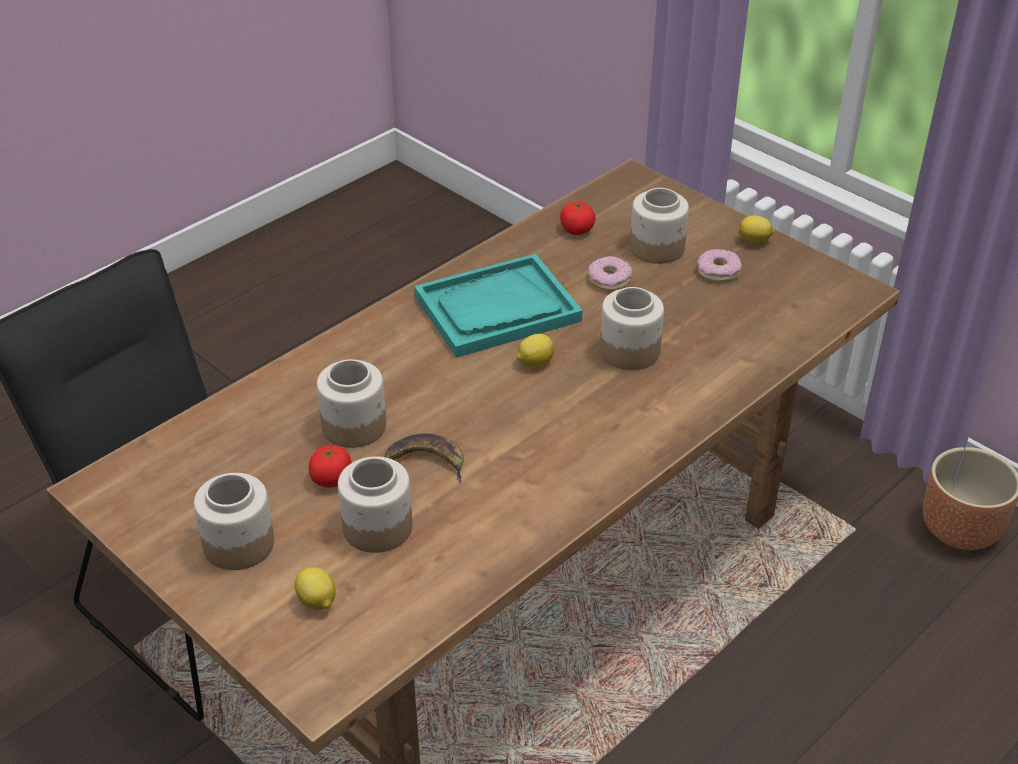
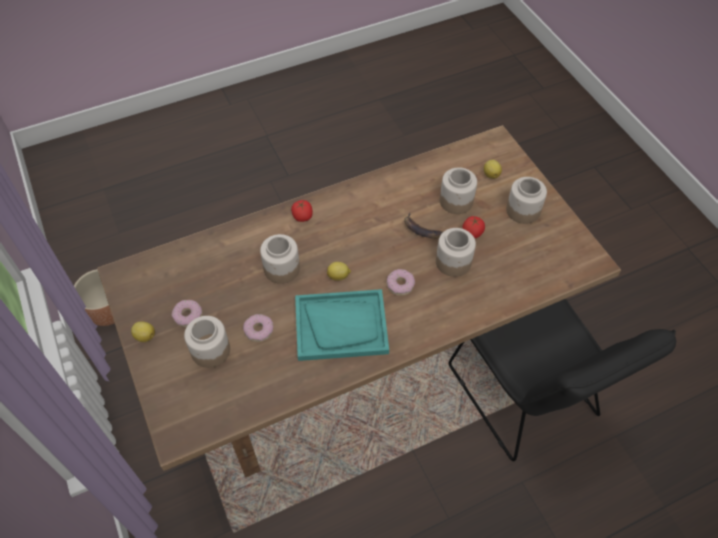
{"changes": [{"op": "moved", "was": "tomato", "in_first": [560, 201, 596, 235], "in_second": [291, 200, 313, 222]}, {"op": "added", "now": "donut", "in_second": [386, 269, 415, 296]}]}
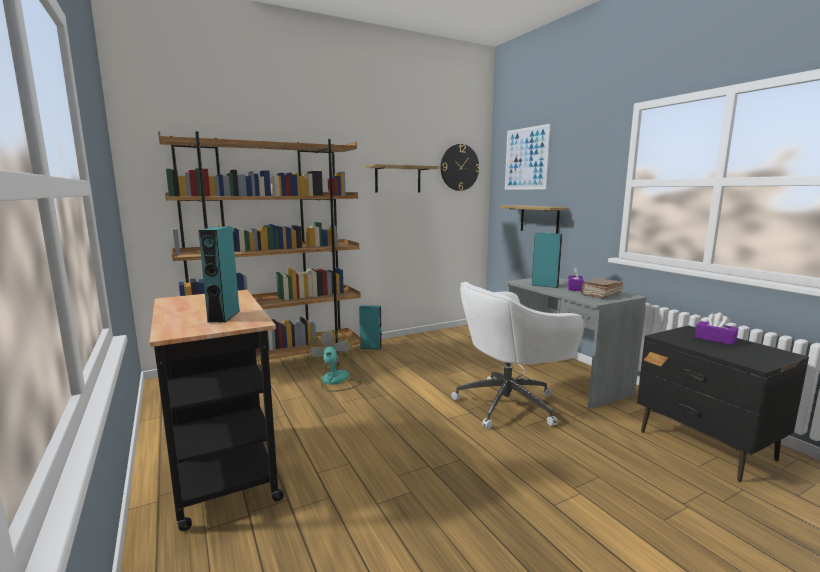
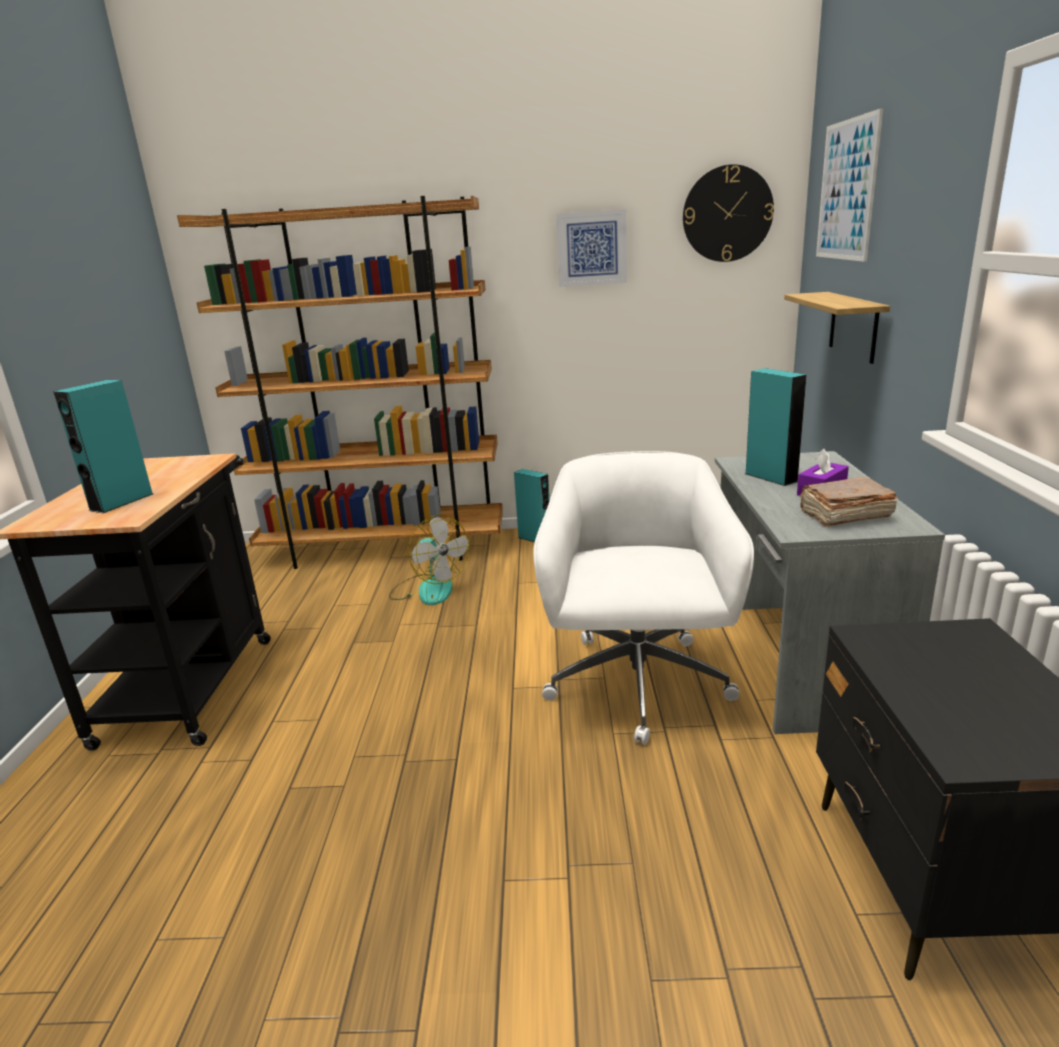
{"changes": [{"op": "turned", "was": "fan", "in_first": [308, 330, 362, 392], "in_second": [389, 515, 470, 605], "clockwise": 120}, {"op": "replaced", "was": "shelf", "now": "picture", "in_first": [366, 164, 439, 193], "in_second": [556, 209, 627, 287]}, {"op": "turned", "was": "office chair in white", "in_first": [451, 282, 585, 429], "in_second": [533, 451, 754, 745], "clockwise": 90}, {"op": "removed", "was": "tissue box in purple", "in_first": [695, 312, 738, 345]}]}
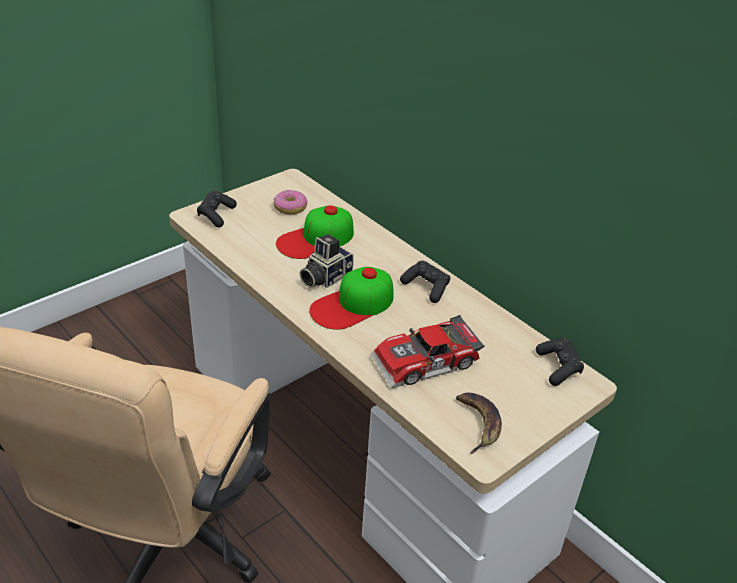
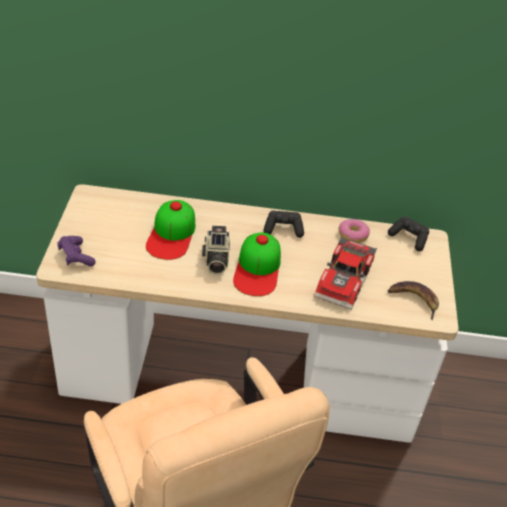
{"changes": [{"op": "recoloured", "was": "game controller in black", "now": "game controller in purple", "in_first": [197, 191, 237, 227], "in_second": [57, 236, 96, 266]}, {"op": "moved", "was": "donut", "in_first": [274, 190, 307, 215], "in_second": [339, 219, 370, 243]}]}
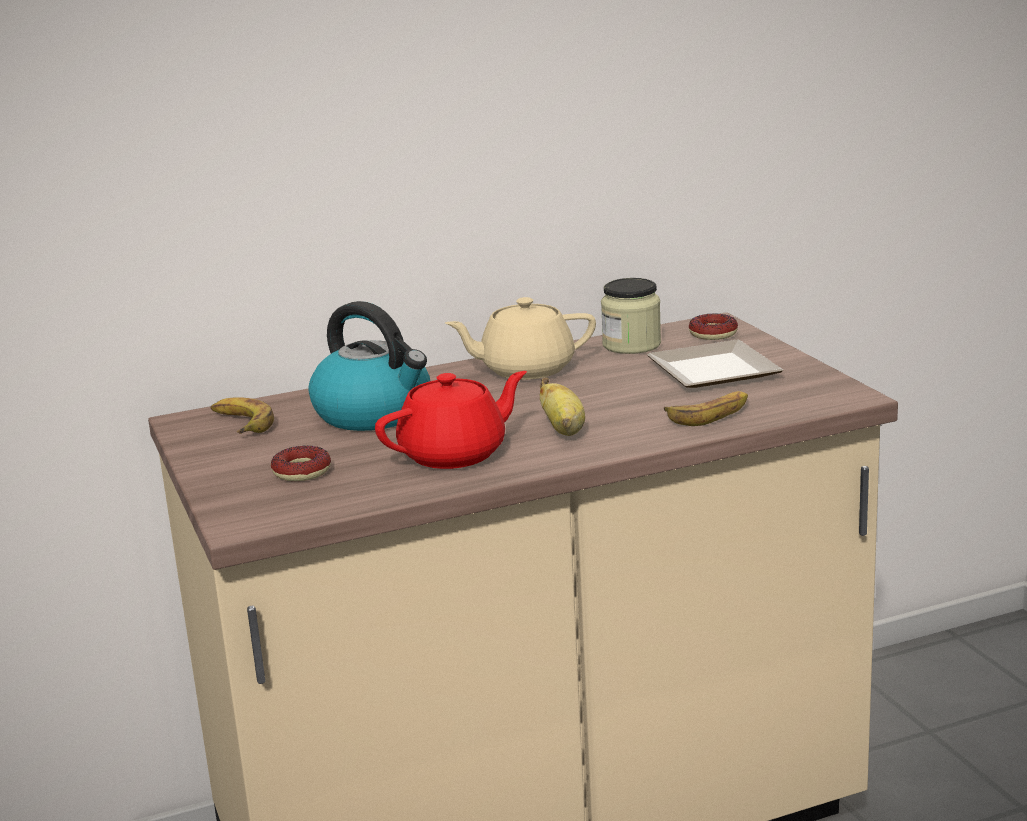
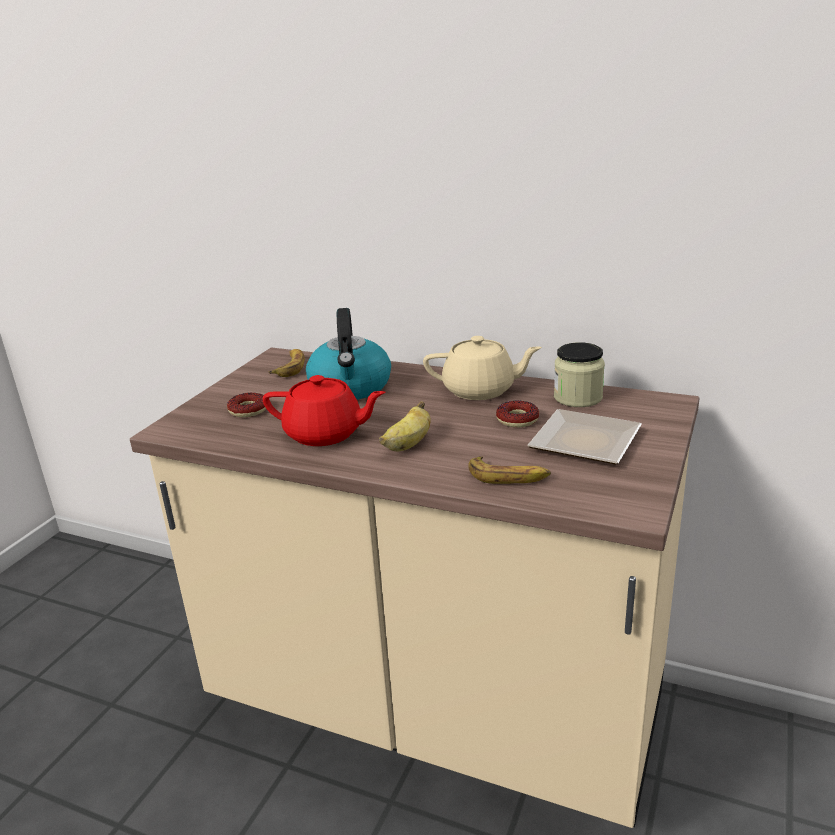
{"changes": [{"op": "turned", "was": "teapot in beige", "in_first": [445, 297, 596, 380], "in_second": [423, 336, 542, 400], "clockwise": 150}, {"op": "moved", "was": "donut", "in_first": [689, 314, 738, 340], "in_second": [496, 400, 539, 427]}]}
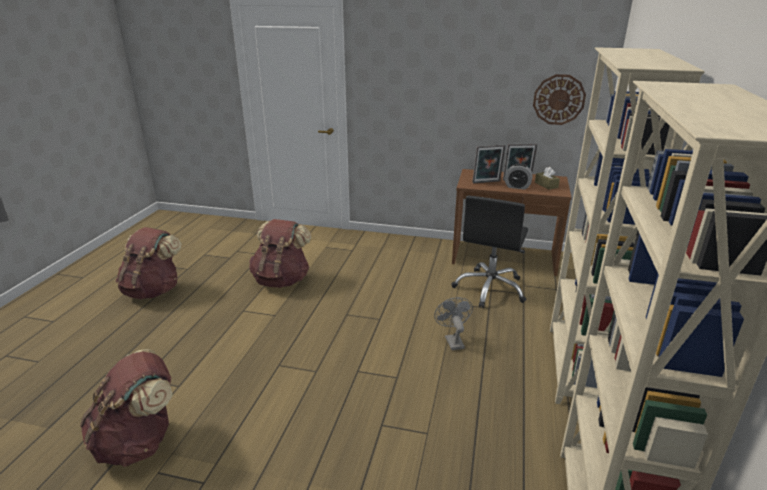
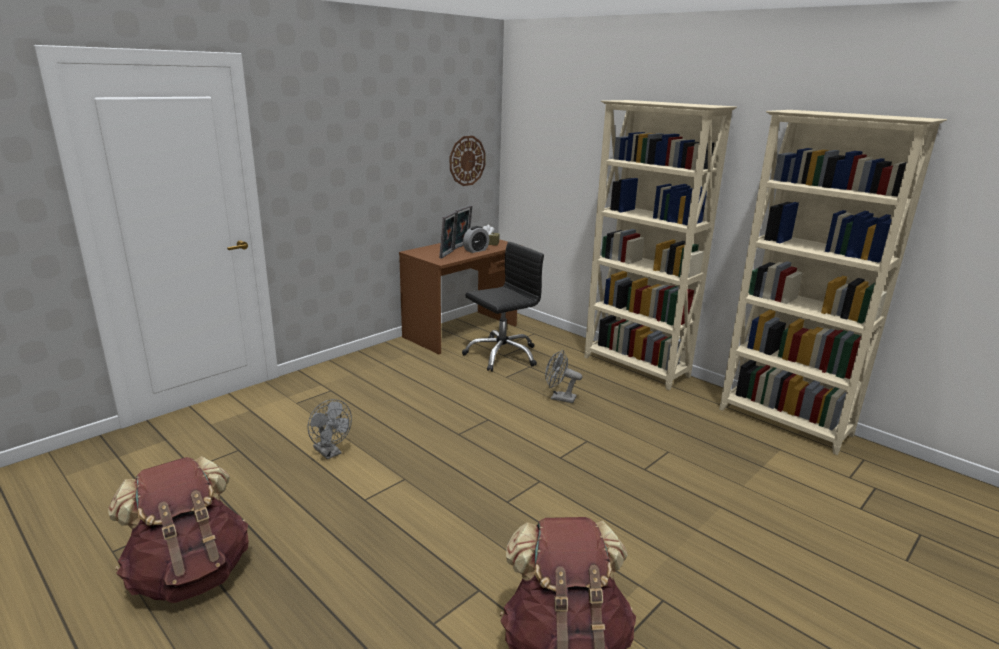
{"changes": [{"op": "replaced", "was": "backpack in brown", "now": "fan in grey", "in_first": [249, 219, 311, 288], "in_second": [307, 399, 352, 459]}, {"op": "turned", "was": "office chair in black", "in_first": [452, 196, 528, 308], "in_second": [462, 242, 544, 371], "clockwise": -90}]}
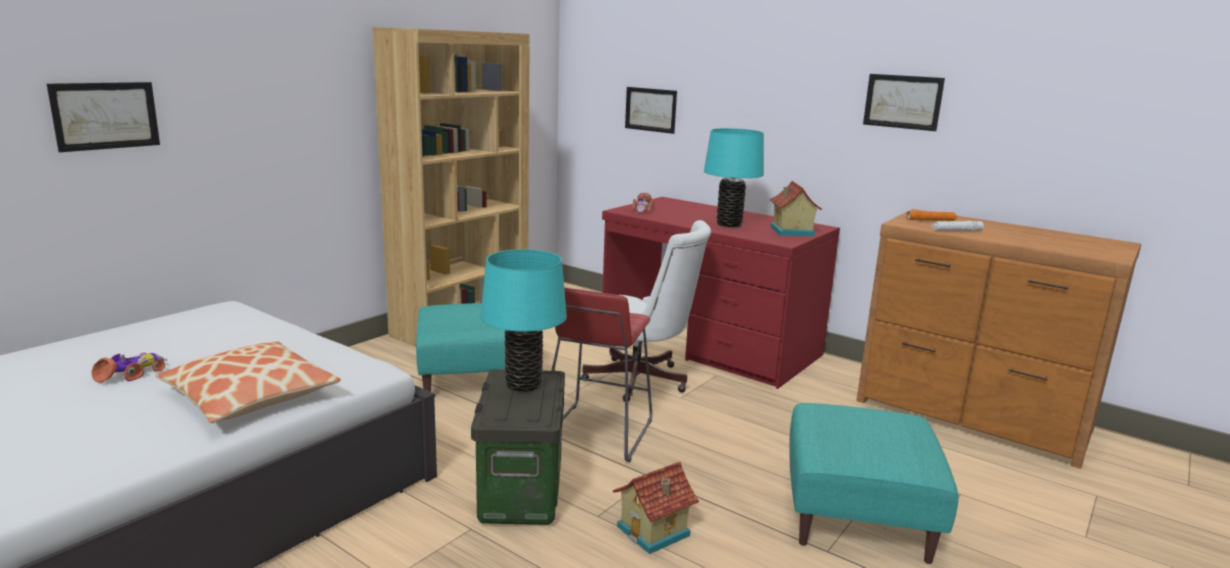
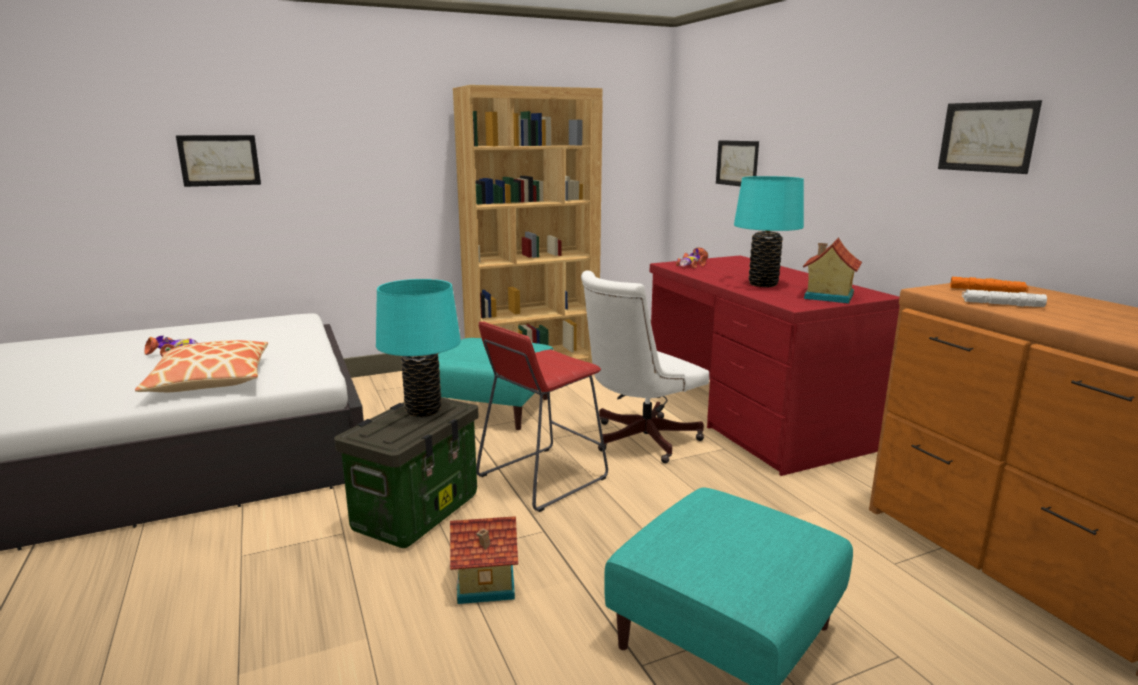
{"changes": [{"op": "turned", "was": "office chair in white", "in_first": [581, 220, 711, 401], "in_second": [581, 271, 709, 463], "clockwise": 90}]}
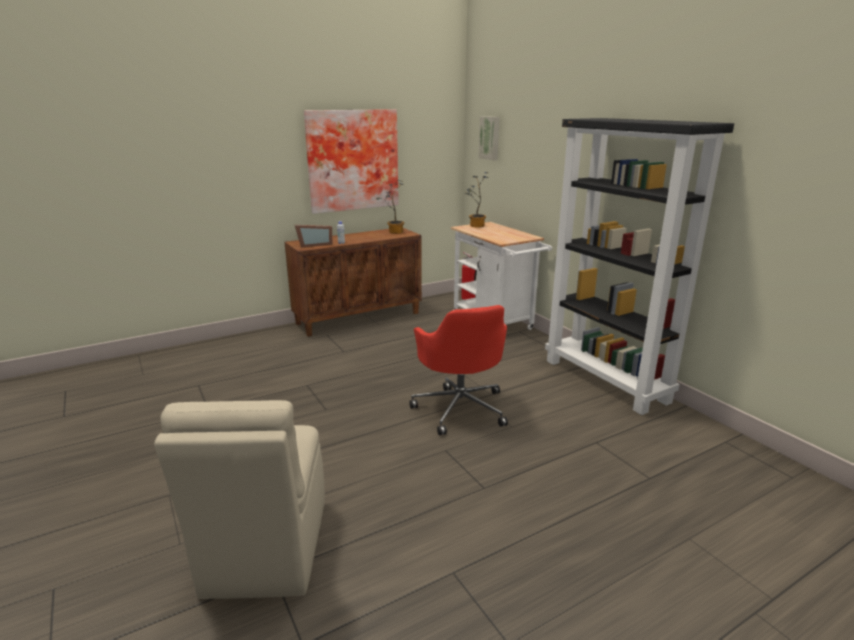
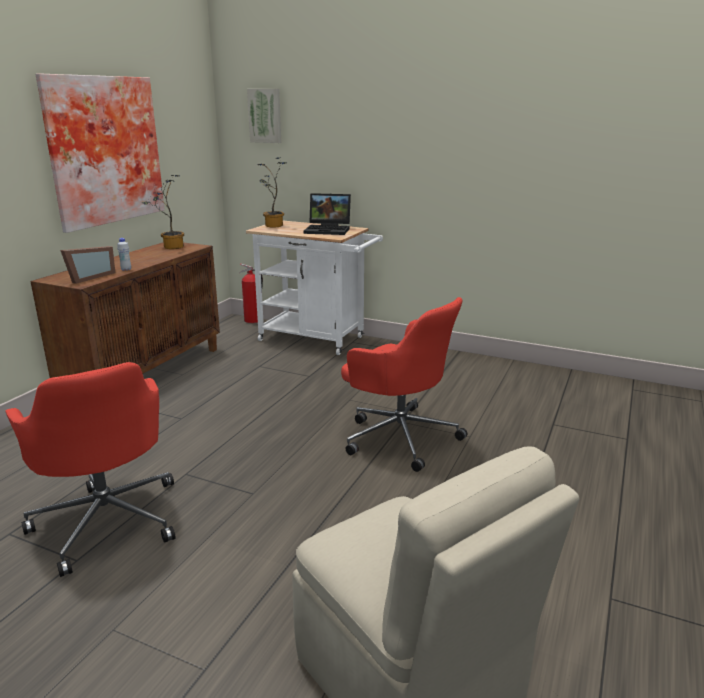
{"changes": [{"op": "removed", "was": "bookcase in black", "in_first": [545, 118, 734, 415]}, {"op": "added", "now": "office chair in red", "in_second": [5, 362, 176, 577]}, {"op": "added", "now": "laptop", "in_second": [304, 193, 351, 235]}]}
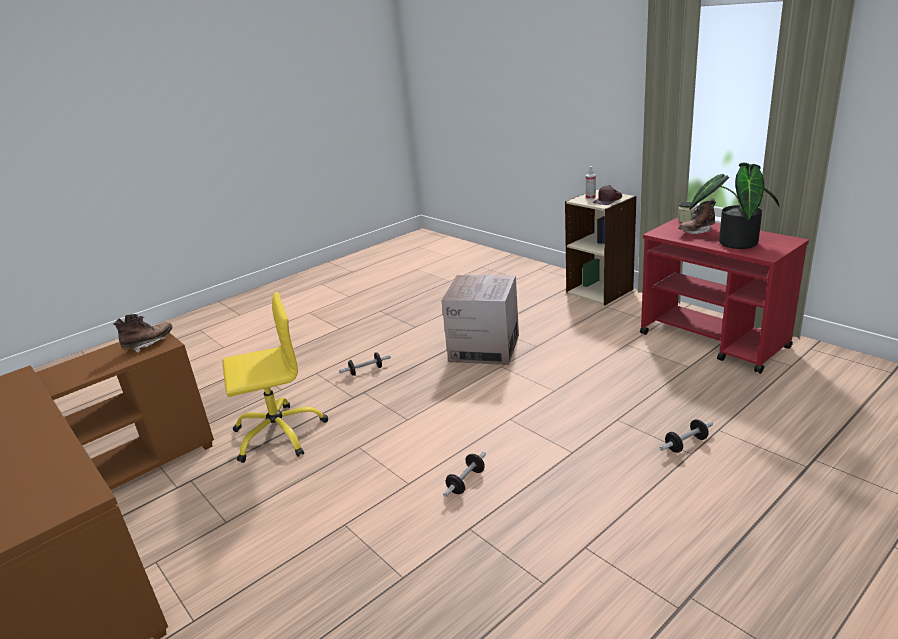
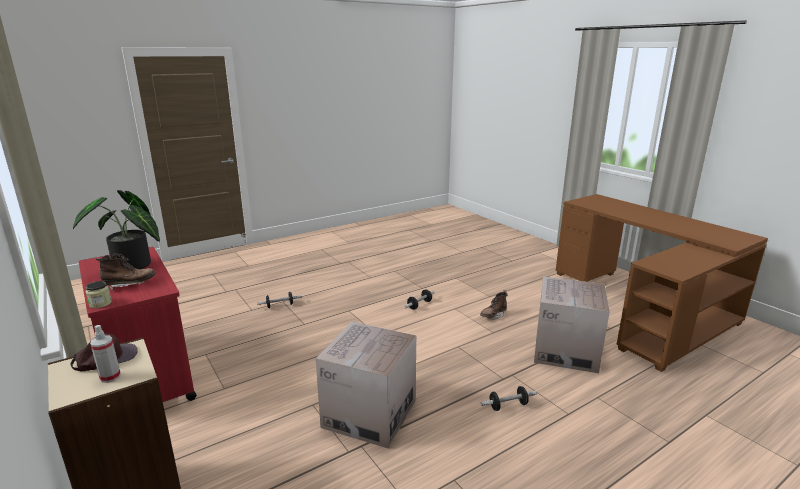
{"changes": [{"op": "moved", "was": "boot in brown", "in_first": [113, 314, 172, 353], "in_second": [480, 290, 508, 320]}, {"op": "replaced", "was": "office chair in yellow", "now": "cardboard box", "in_first": [223, 292, 328, 463], "in_second": [534, 277, 610, 373]}]}
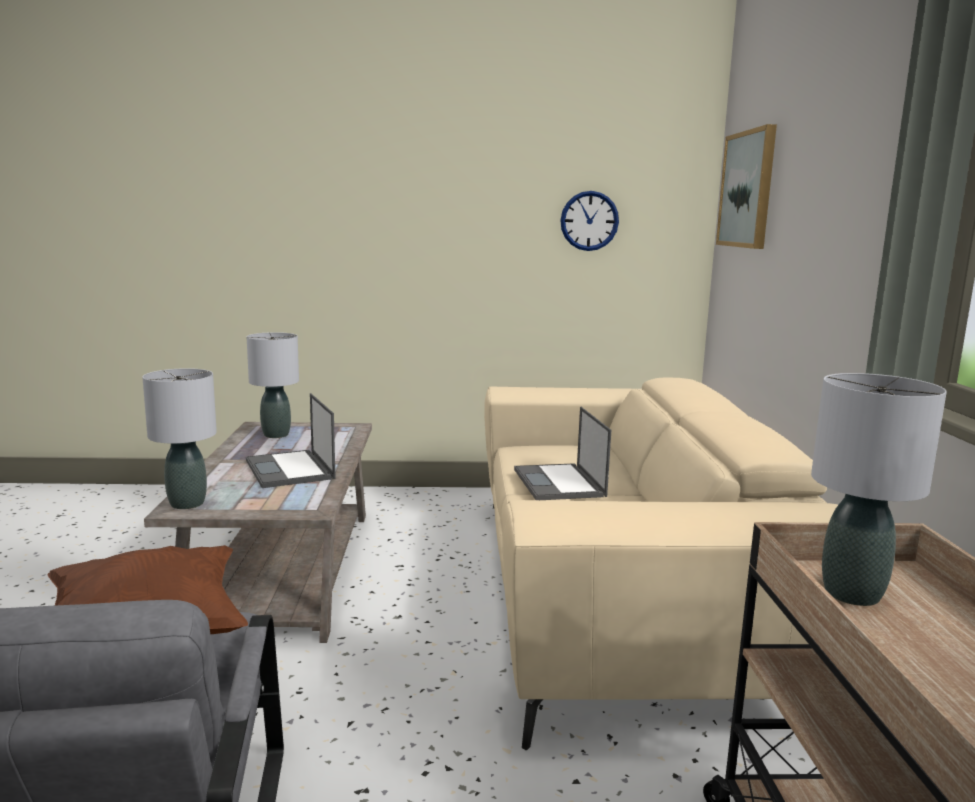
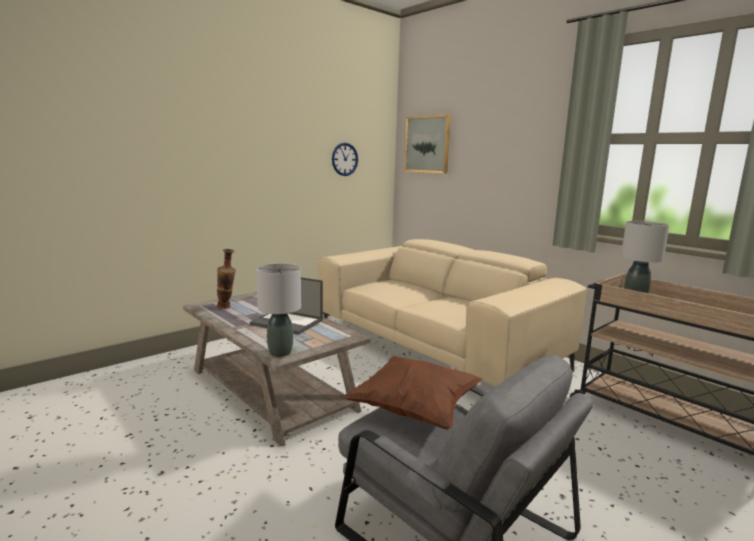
{"changes": [{"op": "replaced", "was": "table lamp in grey", "now": "vase", "in_first": [246, 332, 299, 438], "in_second": [217, 249, 236, 309]}, {"op": "removed", "was": "laptop", "in_first": [514, 407, 611, 500]}]}
